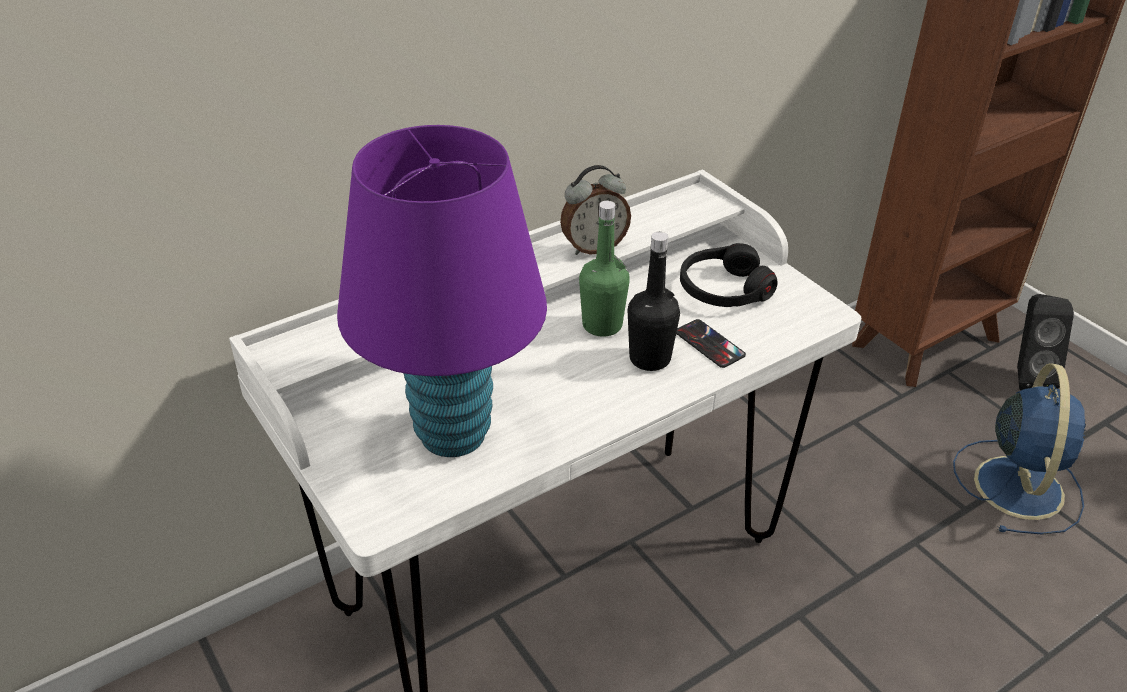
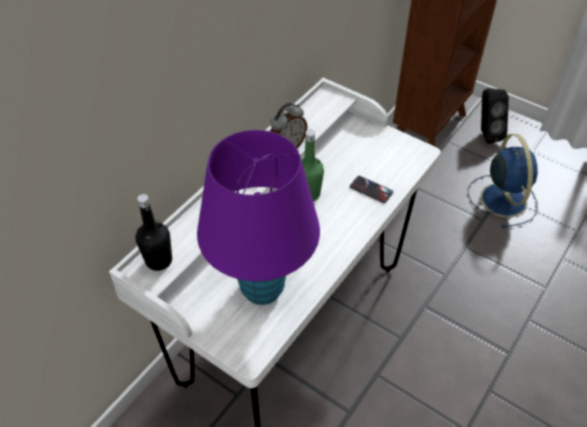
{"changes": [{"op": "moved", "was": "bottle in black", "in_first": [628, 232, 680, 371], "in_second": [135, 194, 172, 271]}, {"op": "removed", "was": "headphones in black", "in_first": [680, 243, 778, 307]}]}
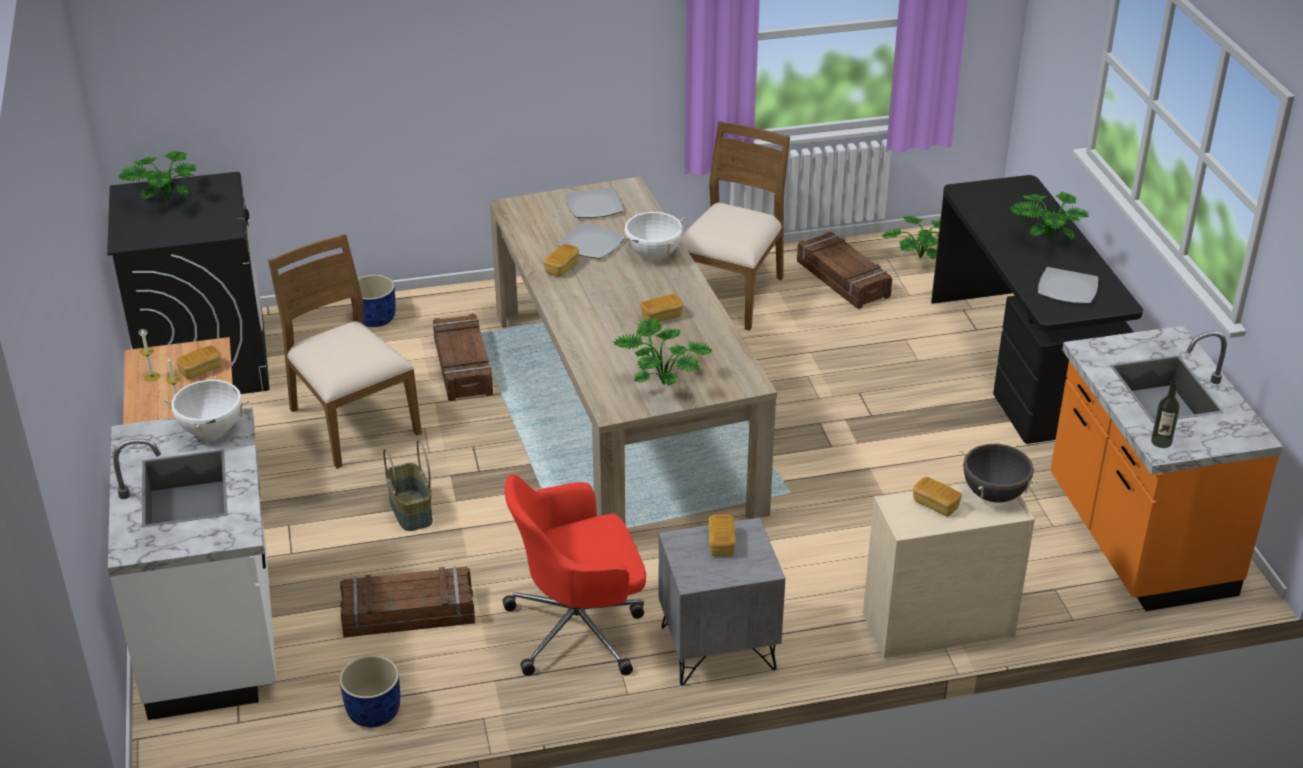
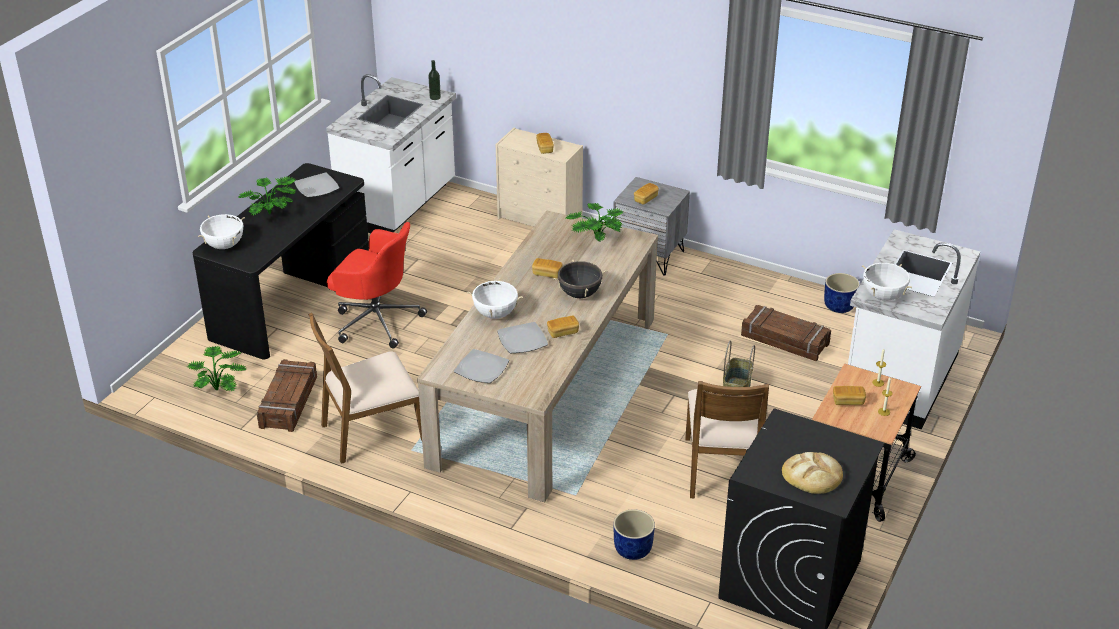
{"changes": [{"op": "replaced", "was": "potted plant", "now": "bread", "in_first": [118, 150, 197, 200], "in_second": [782, 452, 843, 494]}, {"op": "removed", "was": "crate", "in_first": [433, 314, 493, 401]}, {"op": "moved", "was": "office chair in red", "in_first": [503, 474, 646, 676], "in_second": [327, 222, 427, 349]}, {"op": "moved", "was": "cooking pot in black", "in_first": [959, 444, 1039, 502], "in_second": [553, 259, 607, 298]}, {"op": "recoloured", "was": "counter in orange", "now": "counter in white", "in_first": [1050, 326, 1283, 611], "in_second": [326, 74, 456, 233]}, {"op": "added", "now": "cooking pot in white", "in_second": [198, 214, 245, 249]}]}
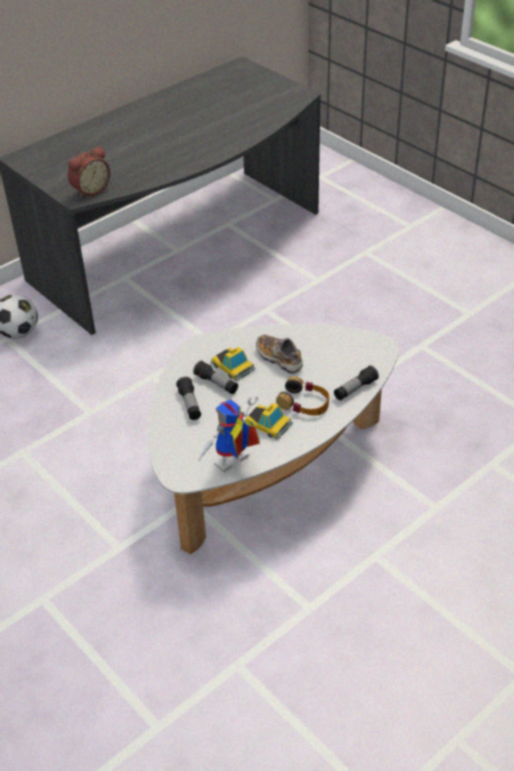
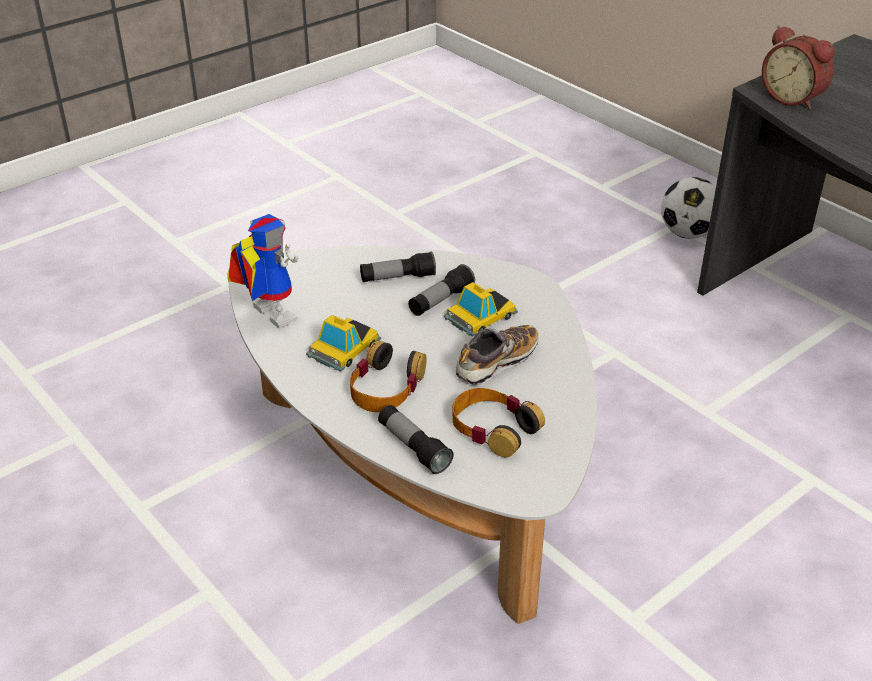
{"changes": [{"op": "added", "now": "headphones", "in_second": [452, 388, 545, 457]}]}
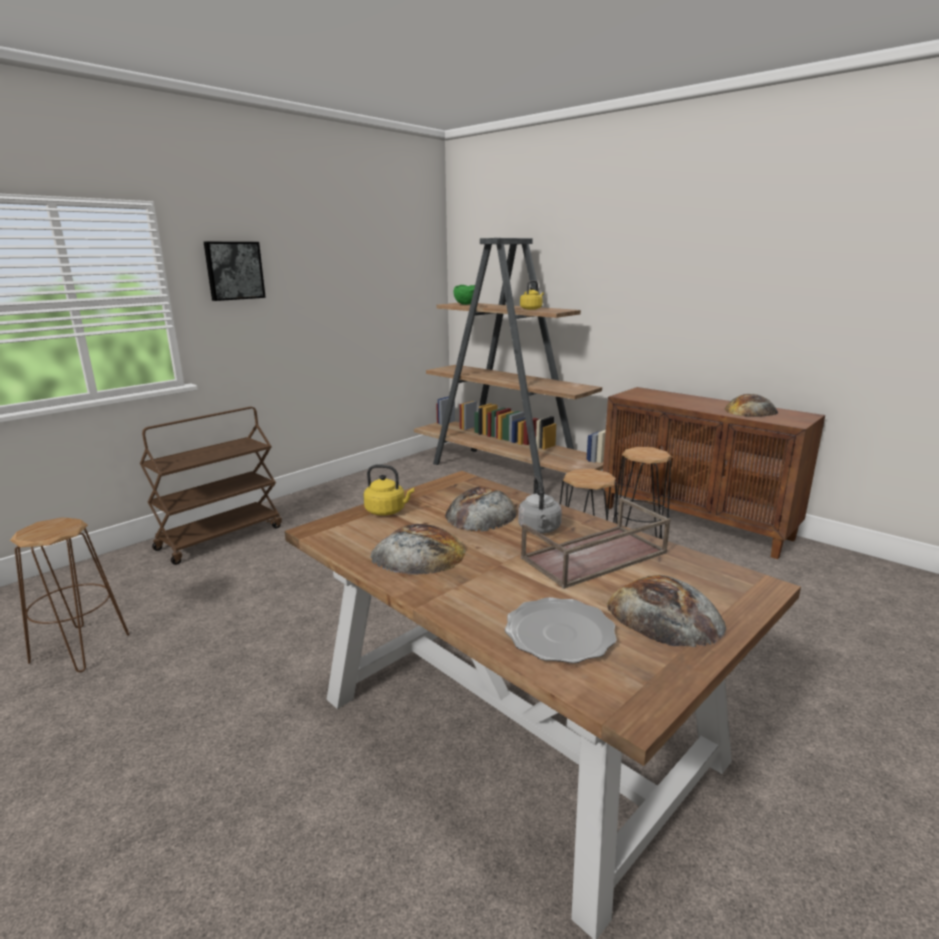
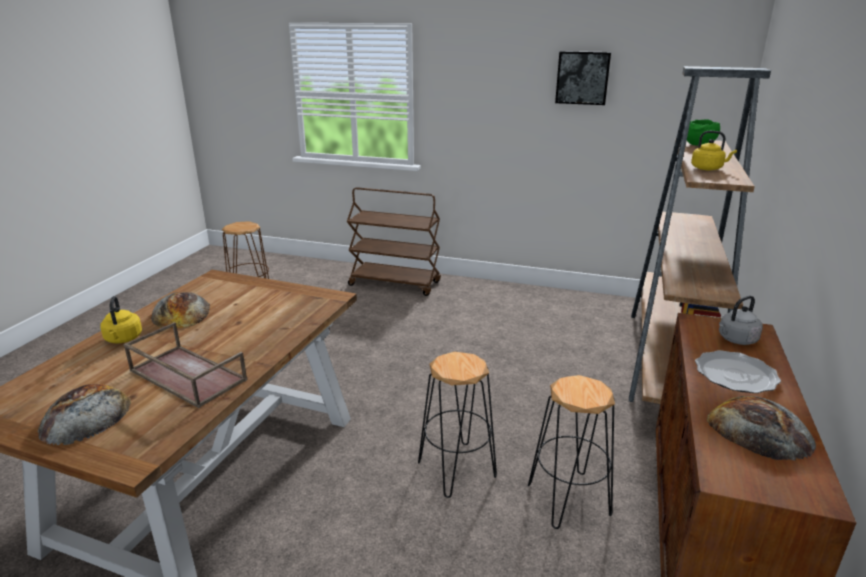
{"changes": [{"op": "moved", "was": "picture", "in_first": [204, 242, 266, 301], "in_second": [555, 51, 611, 105]}, {"op": "moved", "was": "kettle in yellow", "in_first": [364, 464, 414, 516], "in_second": [100, 296, 142, 344]}, {"op": "removed", "was": "bread", "in_first": [445, 486, 517, 531]}, {"op": "moved", "was": "plate", "in_first": [505, 597, 617, 663], "in_second": [695, 350, 781, 393]}, {"op": "moved", "was": "kettle in grey", "in_first": [518, 476, 562, 534], "in_second": [719, 295, 763, 345]}]}
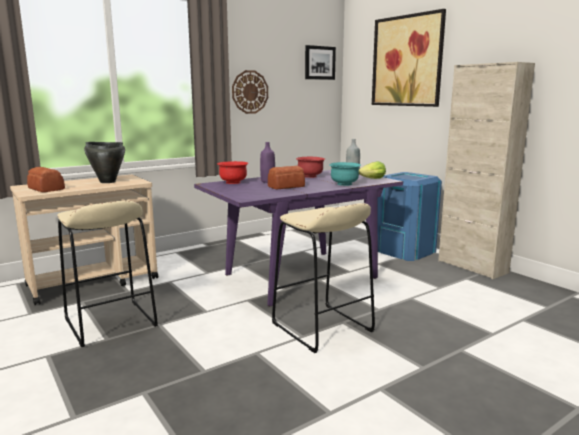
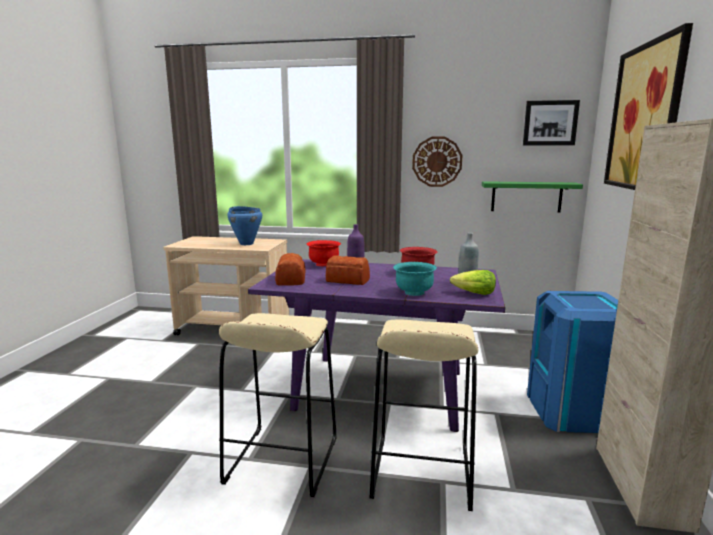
{"changes": [{"op": "moved", "was": "bread", "in_first": [27, 167, 65, 192], "in_second": [275, 253, 306, 286]}, {"op": "moved", "was": "stool in beige", "in_first": [57, 201, 158, 347], "in_second": [370, 320, 478, 511]}, {"op": "recoloured", "was": "cooking pot in black", "now": "cooking pot in blue", "in_first": [84, 142, 125, 183], "in_second": [227, 206, 262, 245]}, {"op": "added", "now": "shelf in green", "in_second": [482, 181, 583, 213]}]}
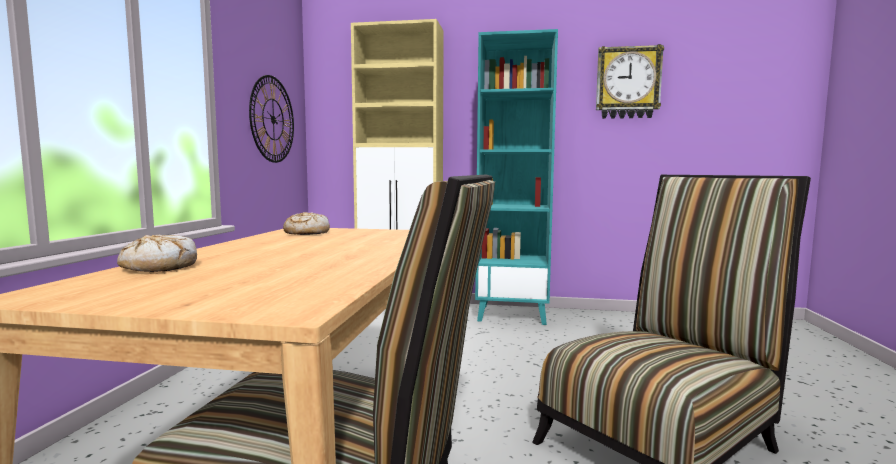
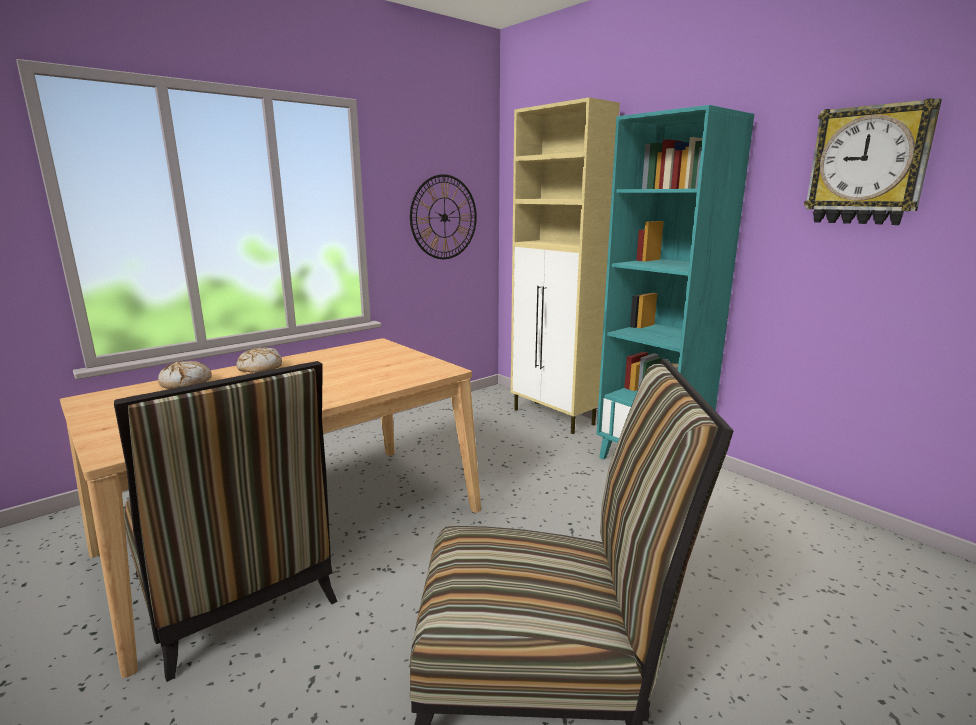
{"changes": [{"op": "moved", "was": "bread", "in_first": [283, 212, 330, 235], "in_second": [237, 348, 282, 373]}]}
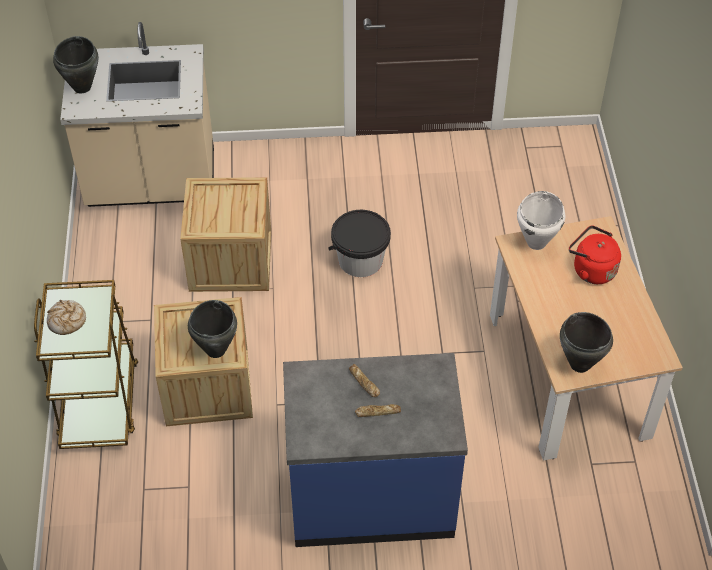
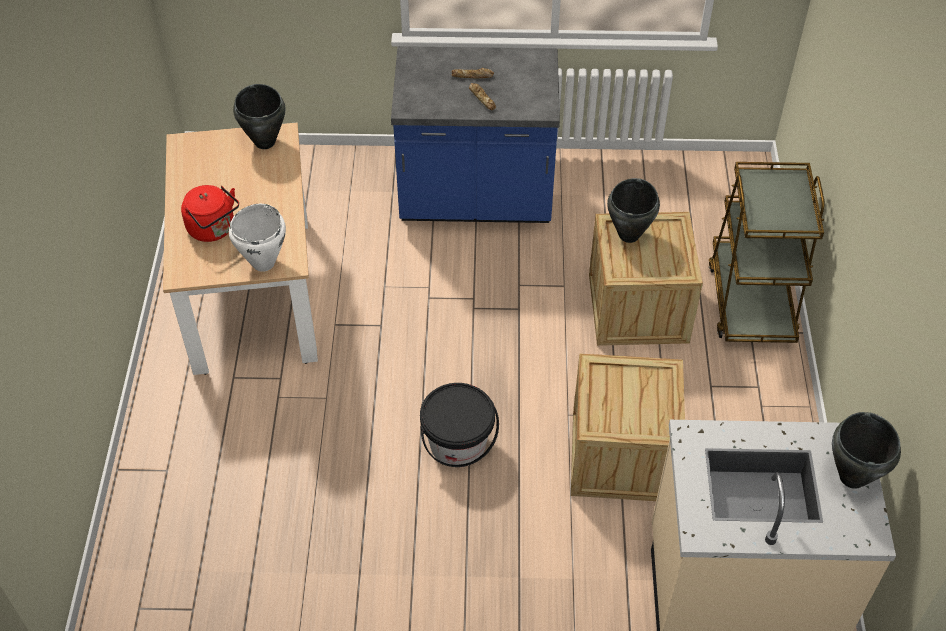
{"changes": [{"op": "removed", "was": "bread", "in_first": [47, 300, 86, 335]}]}
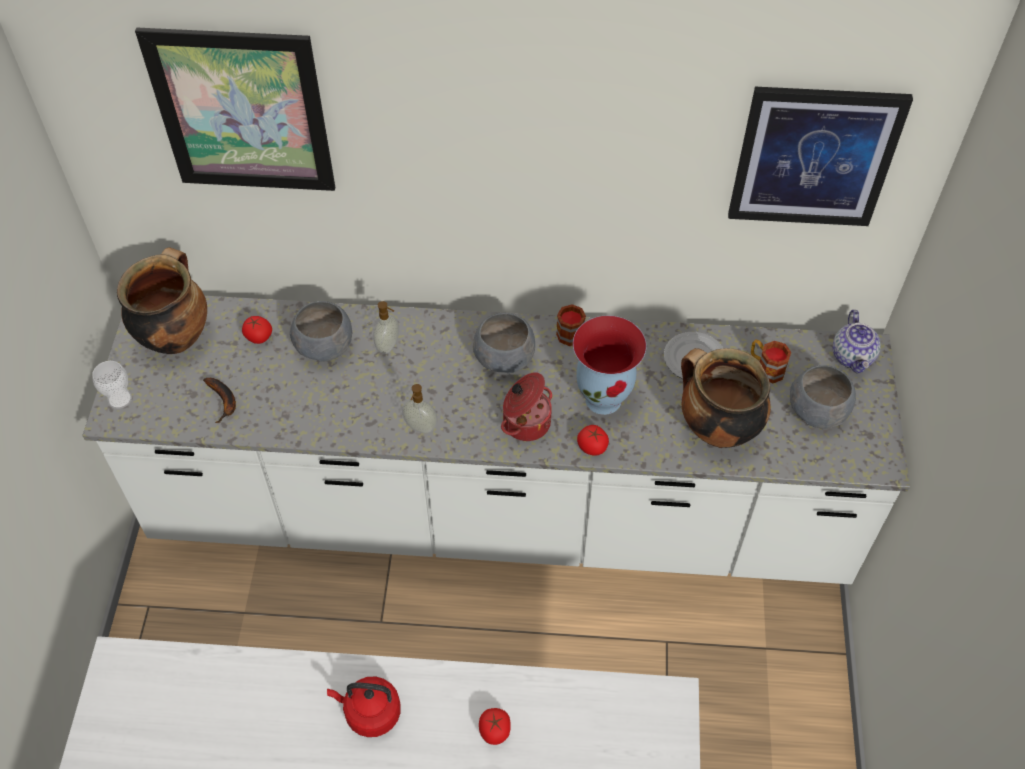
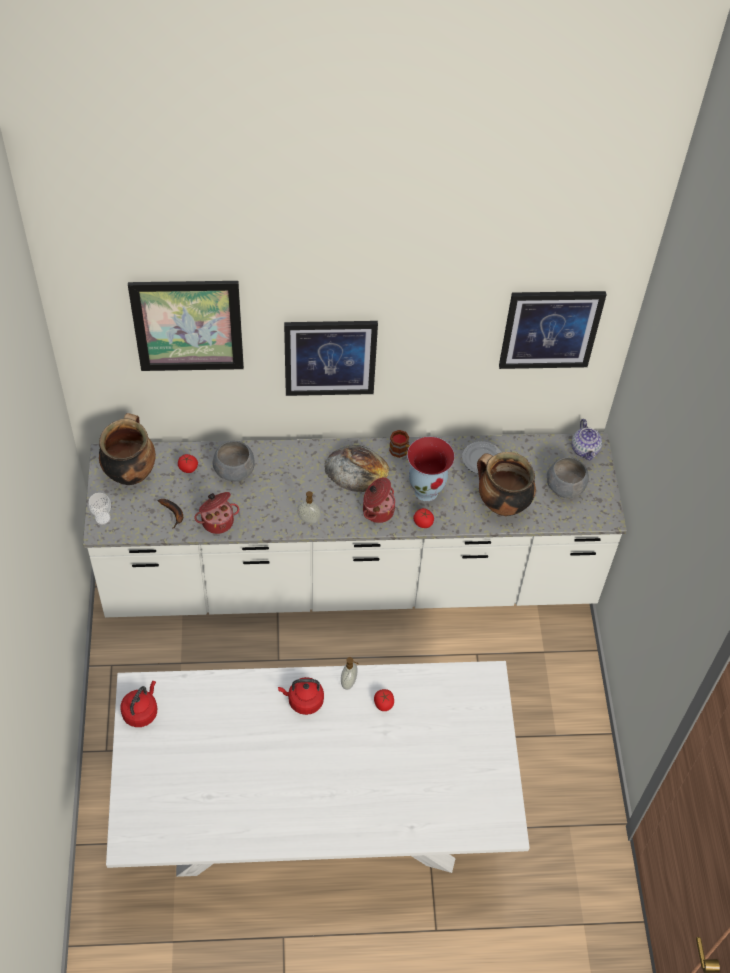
{"changes": [{"op": "moved", "was": "soap dispenser", "in_first": [373, 301, 399, 354], "in_second": [341, 657, 359, 690]}, {"op": "replaced", "was": "bowl in grey", "now": "bread", "in_first": [473, 313, 535, 374], "in_second": [324, 445, 390, 492]}, {"op": "removed", "was": "mug", "in_first": [751, 339, 791, 383]}, {"op": "added", "now": "kettle in red", "in_second": [120, 681, 157, 727]}, {"op": "added", "now": "cooking pot", "in_second": [194, 492, 239, 534]}, {"op": "added", "now": "picture", "in_second": [284, 321, 378, 396]}]}
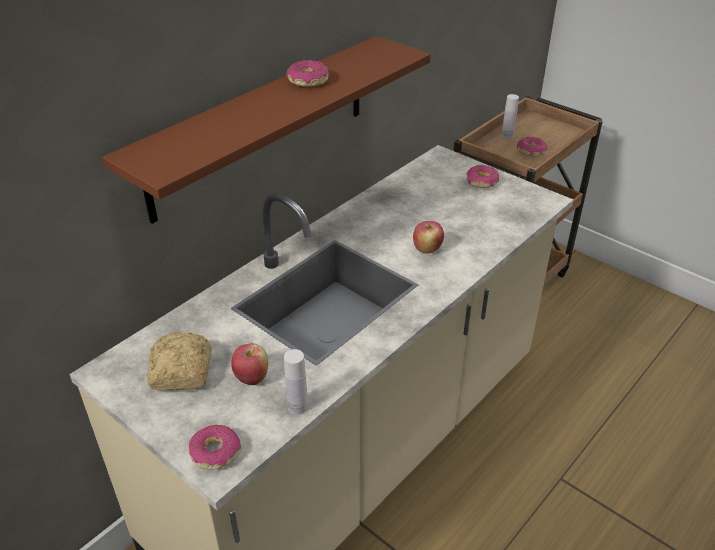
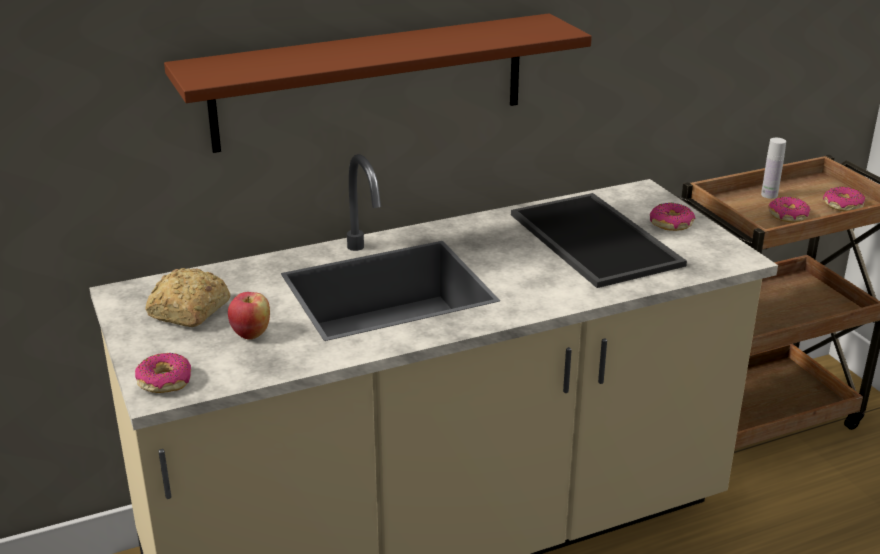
{"changes": [{"op": "removed", "was": "bottle in white", "in_first": [284, 349, 308, 415]}, {"op": "moved", "was": "donut", "in_first": [286, 60, 329, 87], "in_second": [823, 187, 865, 212]}, {"op": "removed", "was": "apple", "in_first": [413, 221, 444, 253]}, {"op": "added", "now": "tray", "in_second": [511, 193, 687, 288]}]}
